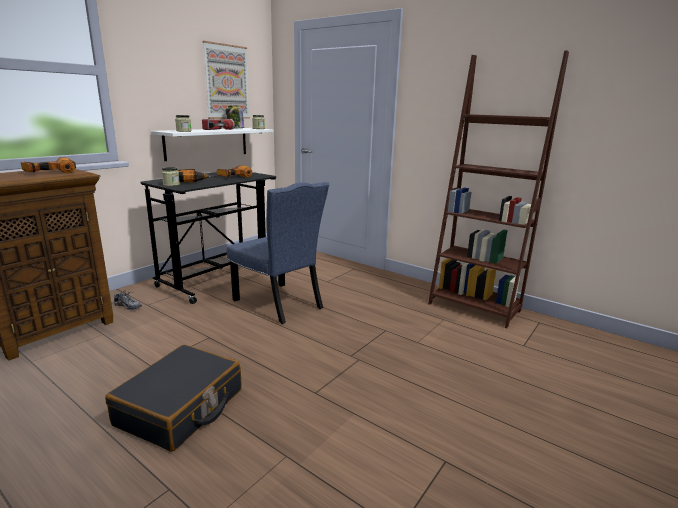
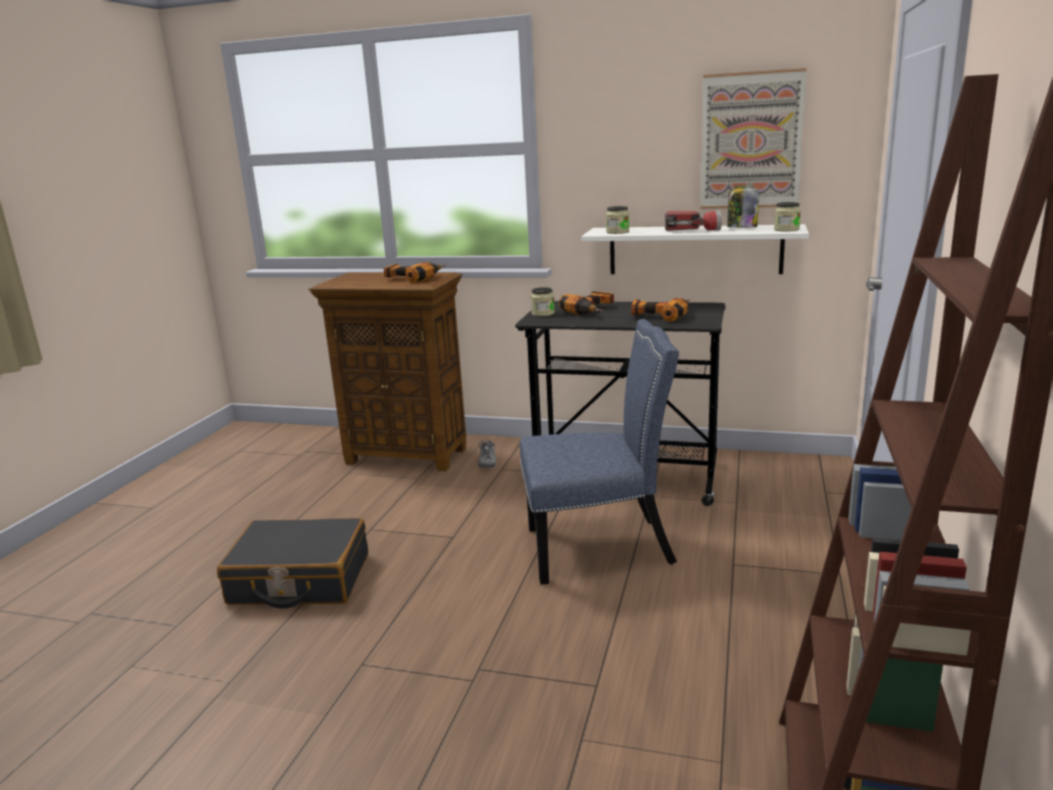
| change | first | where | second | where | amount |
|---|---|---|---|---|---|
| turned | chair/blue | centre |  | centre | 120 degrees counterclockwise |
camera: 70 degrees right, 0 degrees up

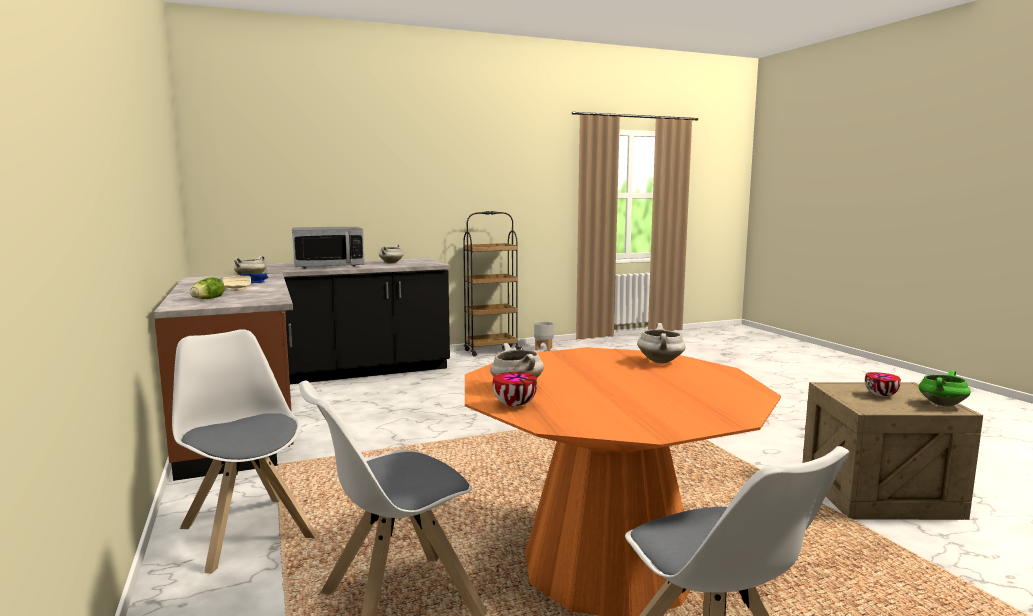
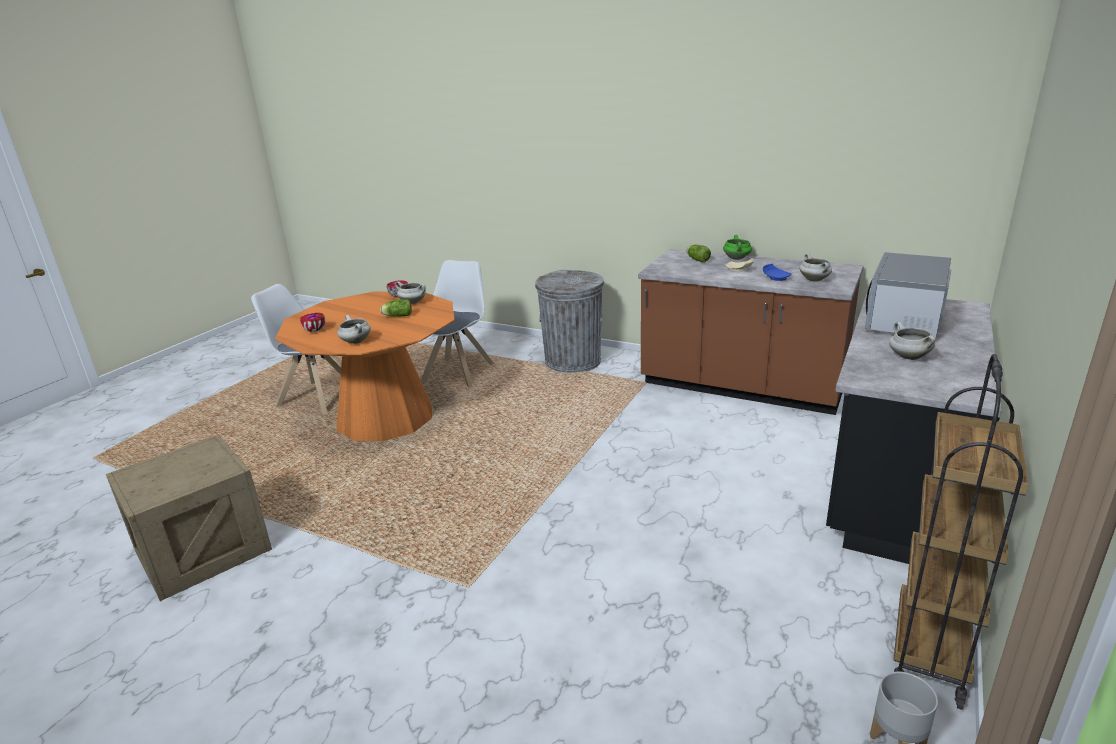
| change | first | where | second | where | amount |
|---|---|---|---|---|---|
| replaced | chair (1st from left) | bottom left | trash can/grey | centre |  |
| moved | cooking pot/green | middle right |  | top centre |  |
| moved | bowl (2nd from left in the first image) | middle right | bowl (1st from left) | middle left |  |
| added |  |  | lettuce (1st from left) | centre |  |
camera: 140 degrees right, 15 degrees up

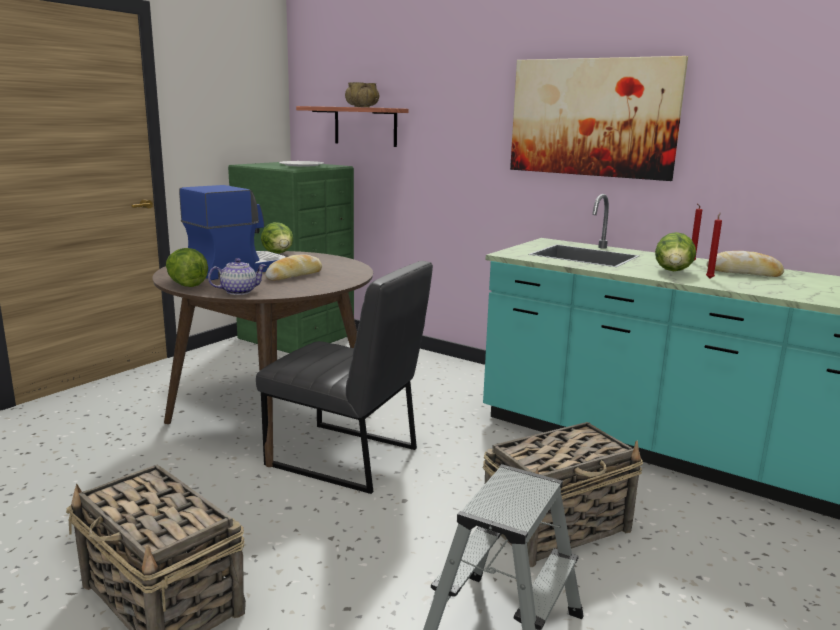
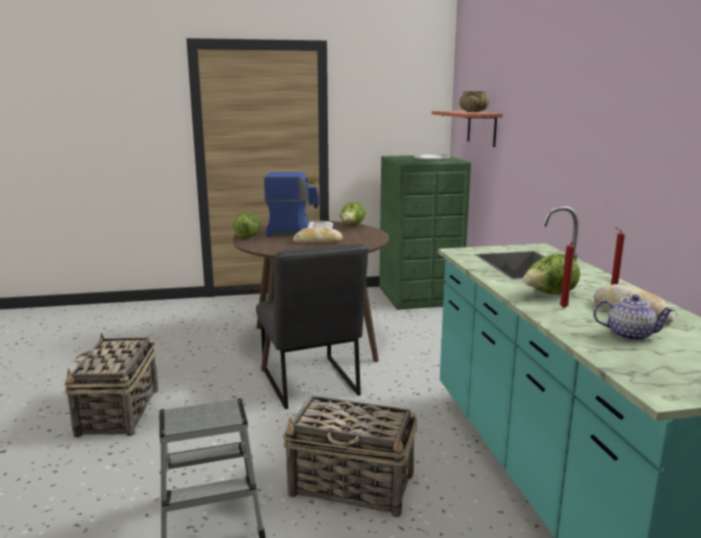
| change | first | where | second | where | amount |
|---|---|---|---|---|---|
| removed | picture | top right |  |  |  |
| moved | teapot | middle left |  | middle right |  |
camera: 45 degrees right, 0 degrees up

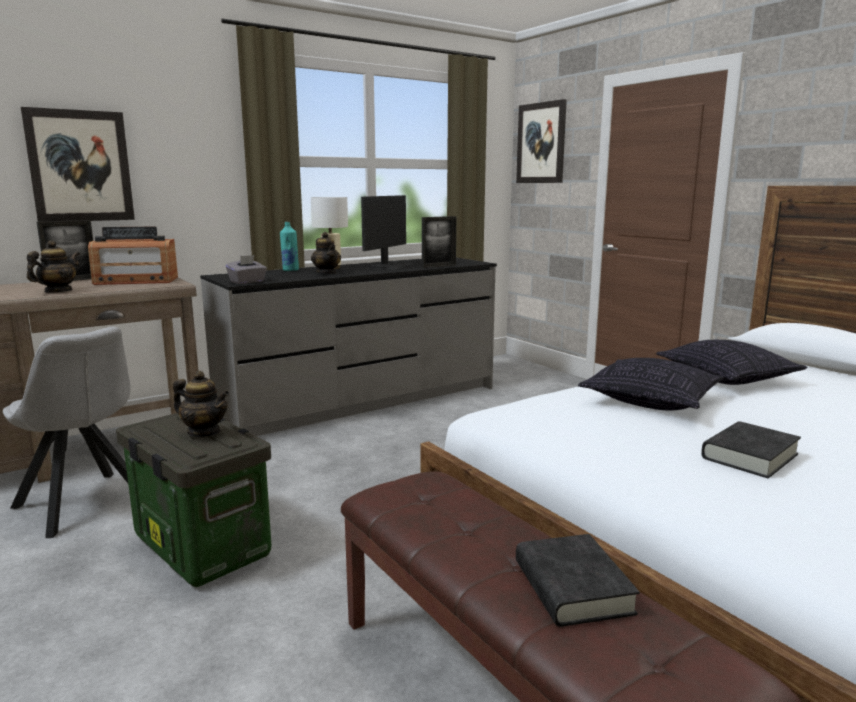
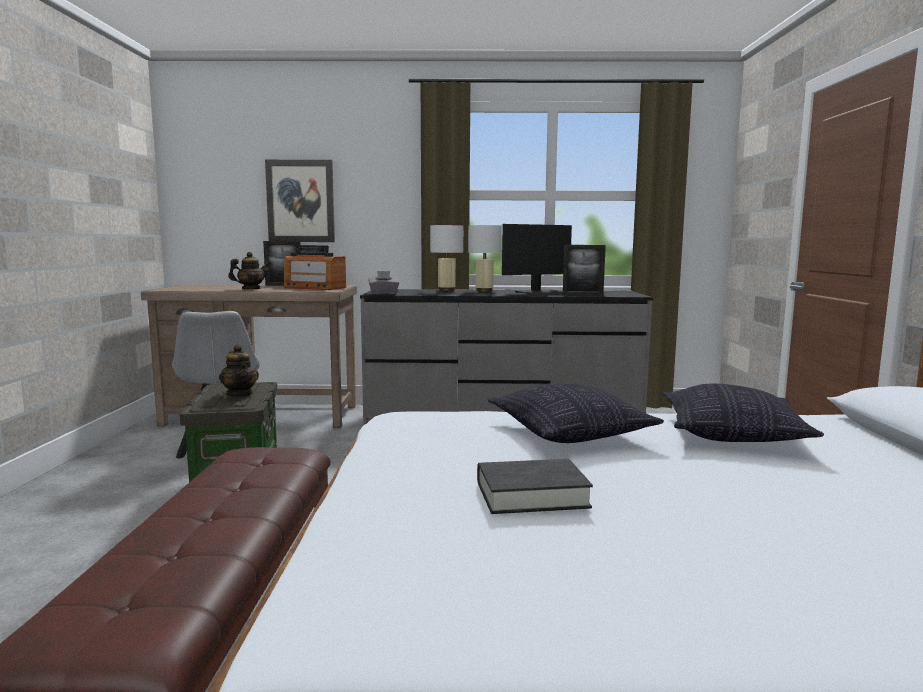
| change | first | where | second | where | amount |
|---|---|---|---|---|---|
| removed | picture (2nd from left) | top centre |  |  |  |
| replaced | bottle/turquoise | centre | table lamp/white (1st from left) | centre |  |
| removed | teapot (3rd from left) | centre |  |  |  |
| removed | book/black (1st from left) | bottom right |  |  |  |
camera: 35 degrees right, 5 degrees down

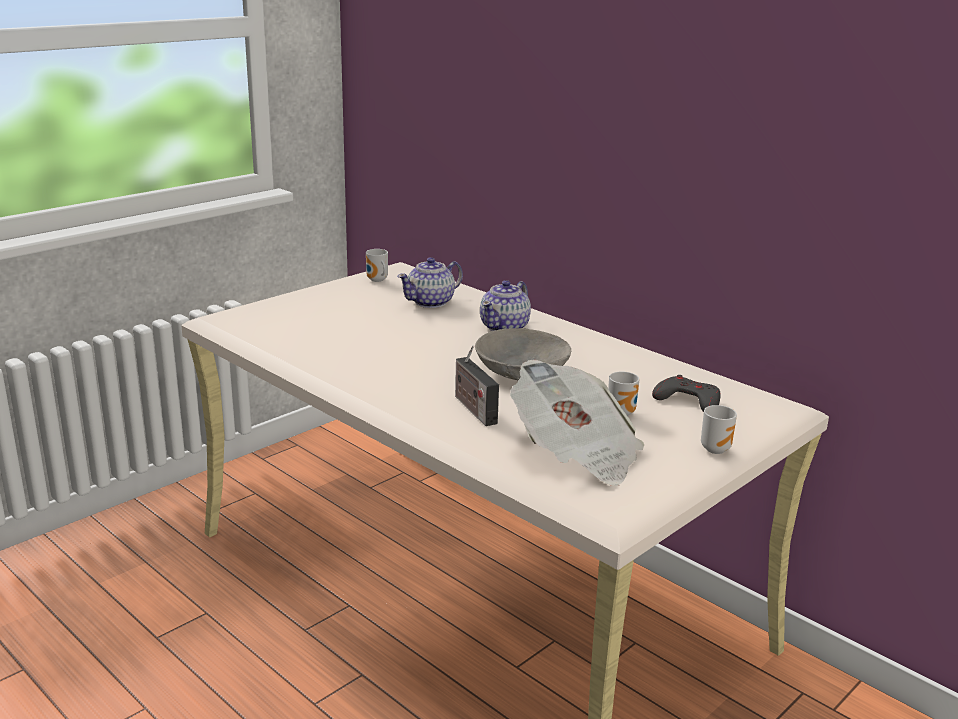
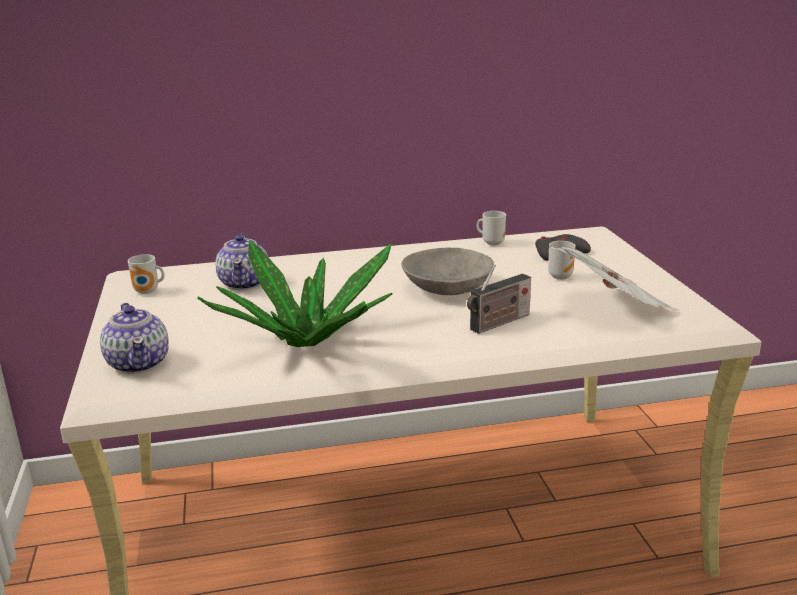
| change | first | where | second | where | amount |
|---|---|---|---|---|---|
| moved | teapot (2nd from left in the first image) | centre | teapot (1st from left) | middle left |  |
| turned | radio | centre |  | centre | 45 degrees counterclockwise |
| moved | mug (3rd from left in the first image) | middle right | mug (2nd from left) | centre |  |
| added |  |  | potted plant | centre |  |
camera: 55 degrees left, 0 degrees up

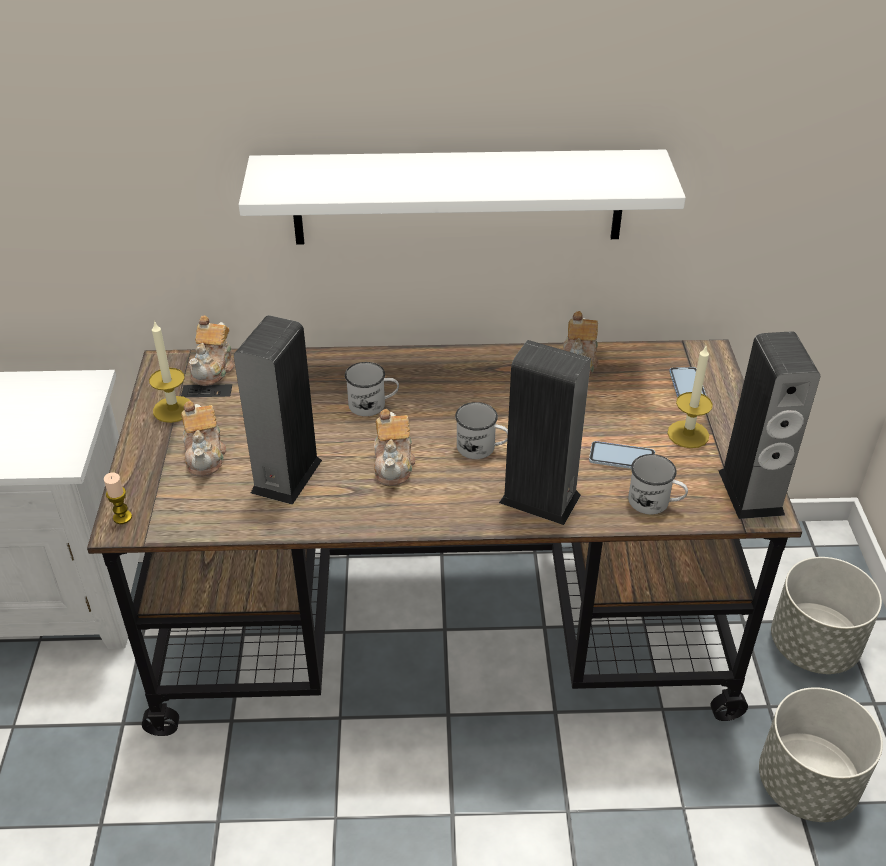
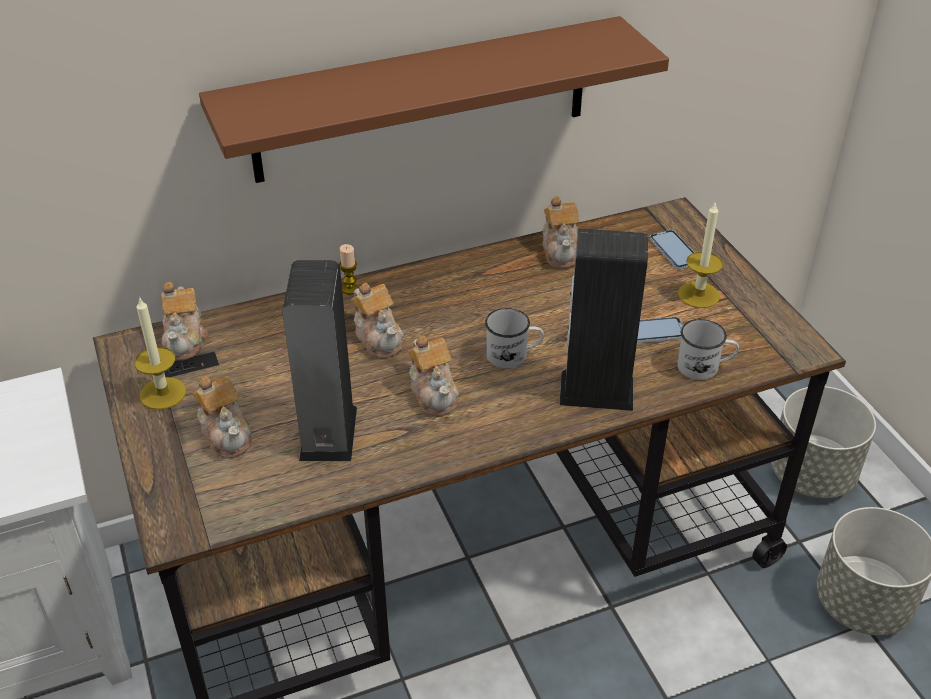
| change | first | where | second | where | amount |
|---|---|---|---|---|---|
| recoloured | shelf/white | top centre | shelf/brown | top centre |  |
| removed | speaker (3rd from left) | middle right |  |  |  |
| replaced | mug/white (1st from left) | centre | teapot (3rd from left) | centre |  |
| moved | candle (1st from left in the first image) | middle left | candle (2nd from left) | centre |  |
camera: 20 degrees left, 0 degrees up

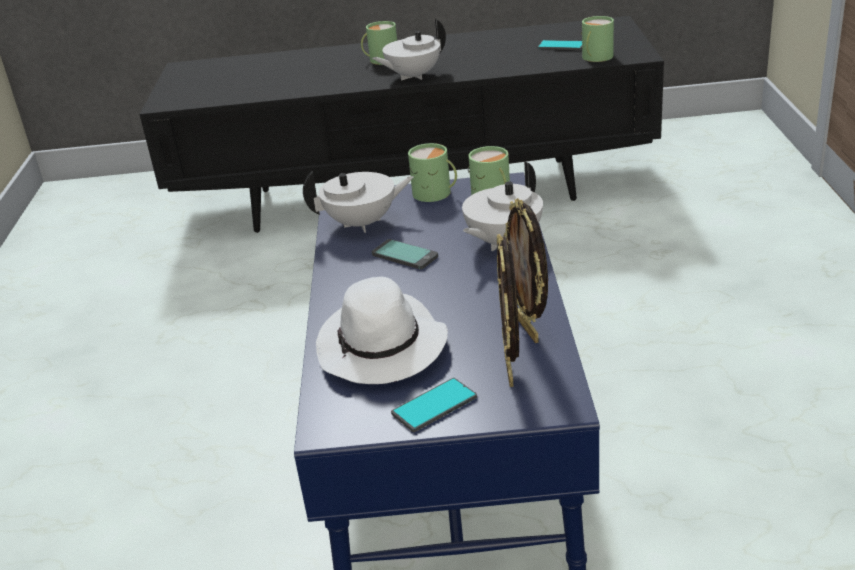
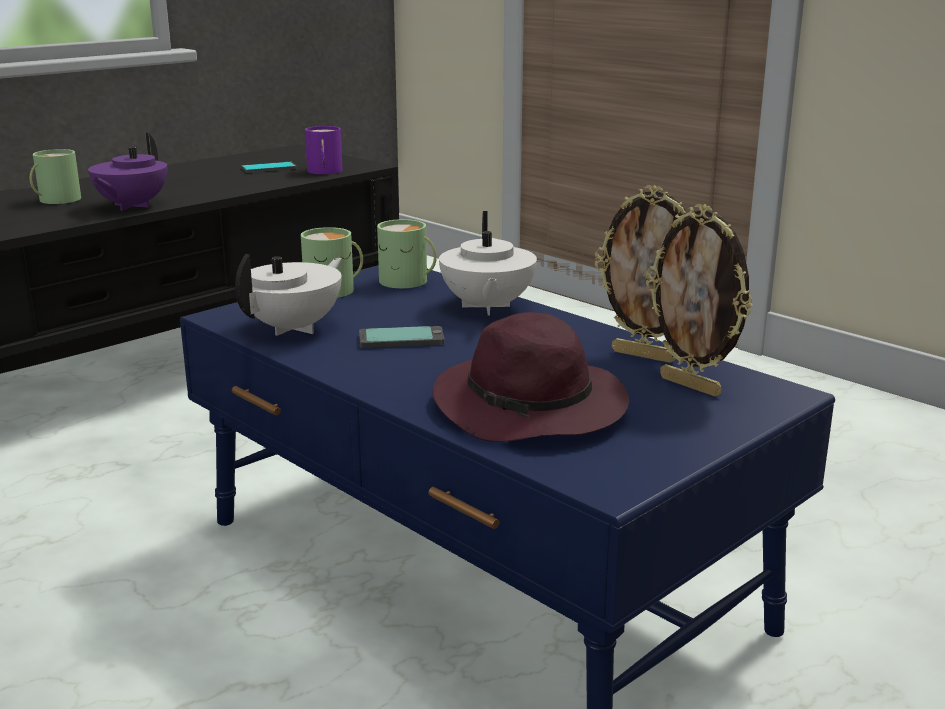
| change | first | where | second | where | amount |
|---|---|---|---|---|---|
| recoloured | mug/green (4th from left) | top right | mug/purple | top centre |  |
| recoloured | teapot/white (2nd from left) | top centre | teapot/purple | top left |  |
| recoloured | hat/white | centre | hat/purple | centre |  |
| removed | phone (2nd from left) | bottom centre |  |  |  |
camera: 45 degrees left, 10 degrees down

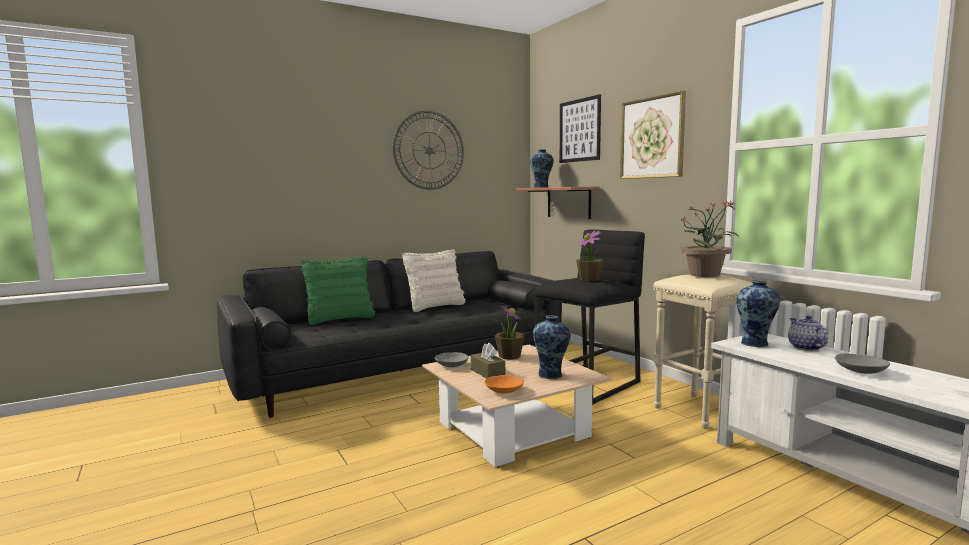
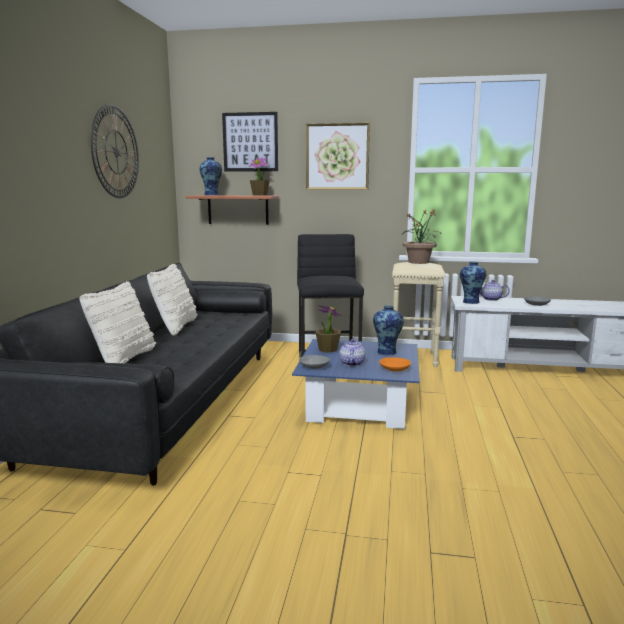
| change | first | where | second | where | amount |
|---|---|---|---|---|---|
| moved | potted plant (2nd from left in the first image) | centre | potted plant (1st from left) | top centre |  |
| recoloured | pillow/green | centre | pillow/beige (1st from left) | middle left |  |
| replaced | tissue box/brown | centre | teapot (1st from left) | centre |  |
| recoloured | coffee table/beige | bottom centre | coffee table/blue | centre |  |
camera: 50 degrees left, 5 degrees up

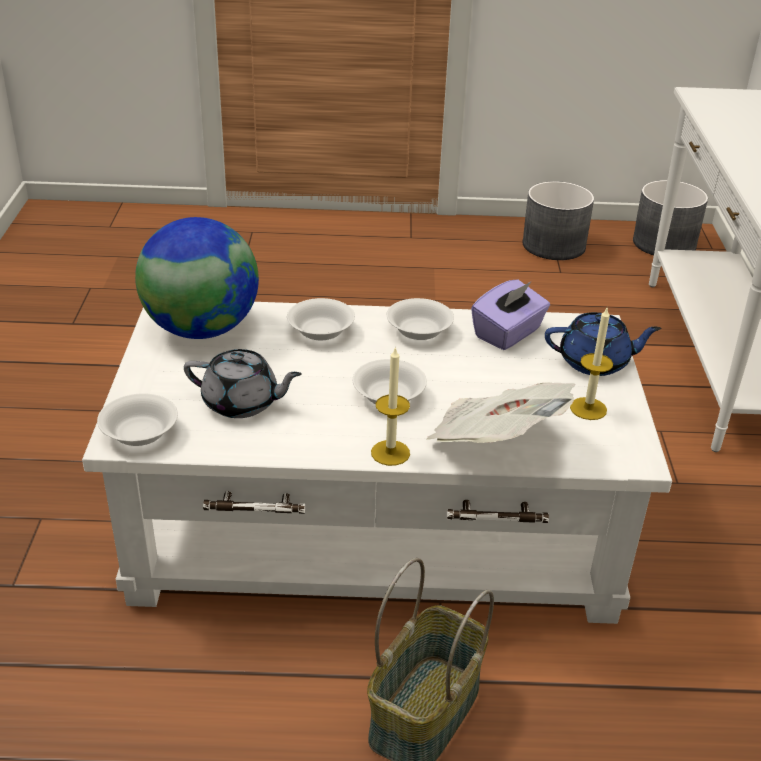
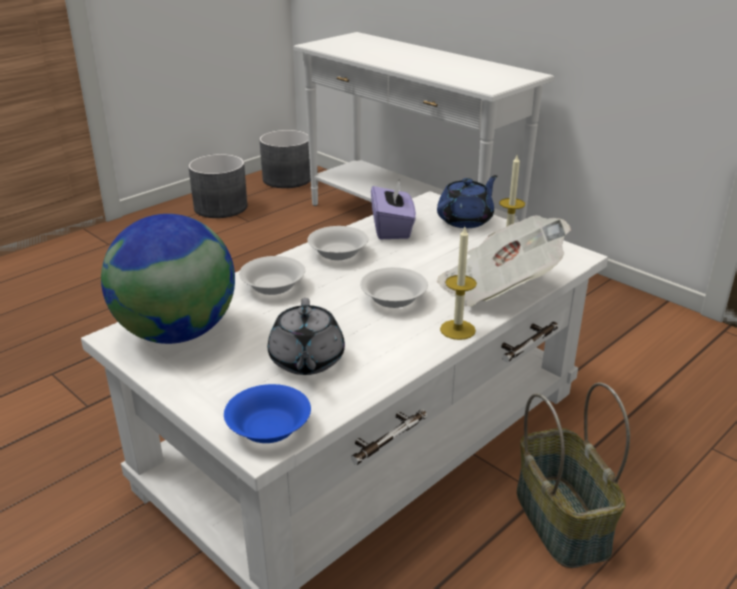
| change | first | where | second | where | amount |
|---|---|---|---|---|---|
| turned | teapot/grey | middle left |  | centre | 120 degrees clockwise |
| recoloured | bowl/white (1st from left) | middle left | bowl/blue | bottom centre |  |
camera: 45 degrees left, 5 degrees down

